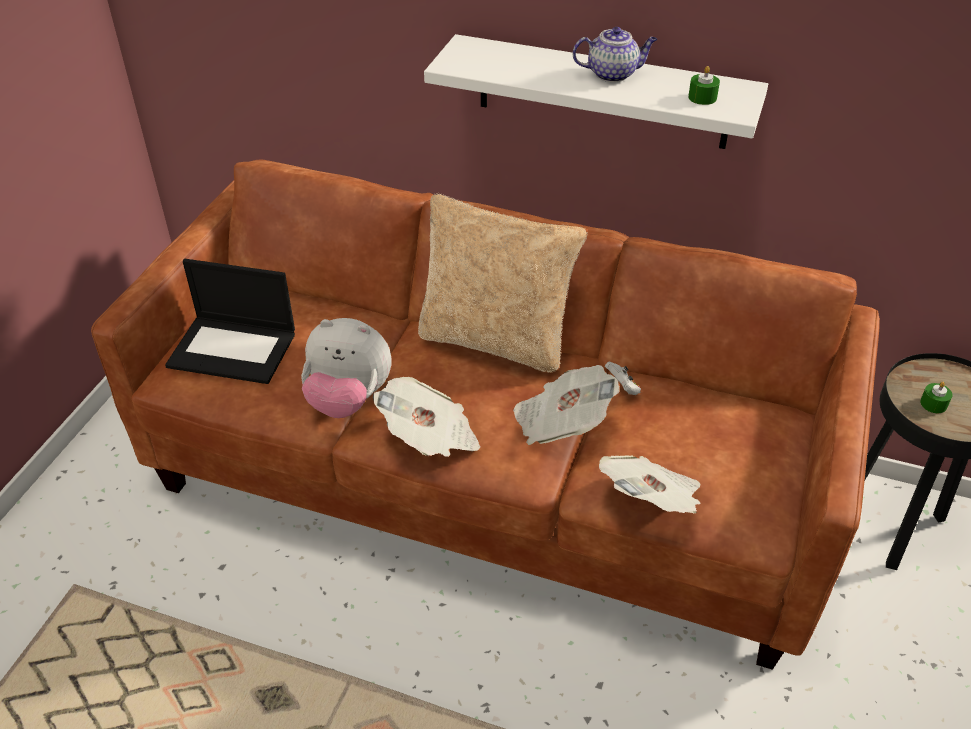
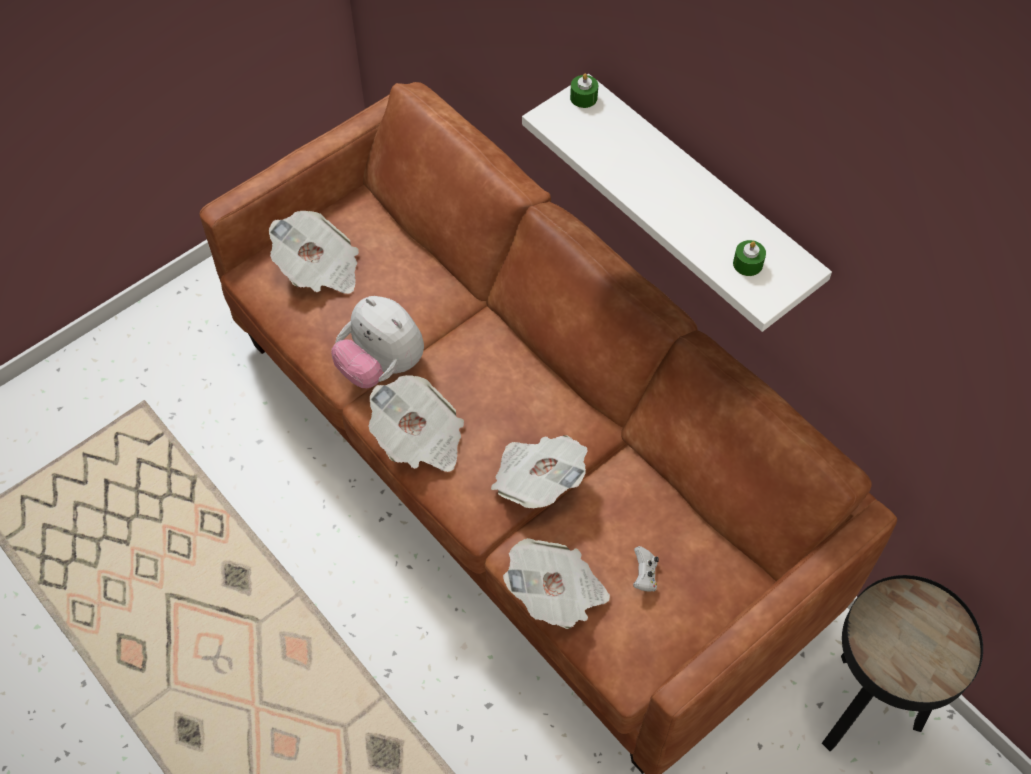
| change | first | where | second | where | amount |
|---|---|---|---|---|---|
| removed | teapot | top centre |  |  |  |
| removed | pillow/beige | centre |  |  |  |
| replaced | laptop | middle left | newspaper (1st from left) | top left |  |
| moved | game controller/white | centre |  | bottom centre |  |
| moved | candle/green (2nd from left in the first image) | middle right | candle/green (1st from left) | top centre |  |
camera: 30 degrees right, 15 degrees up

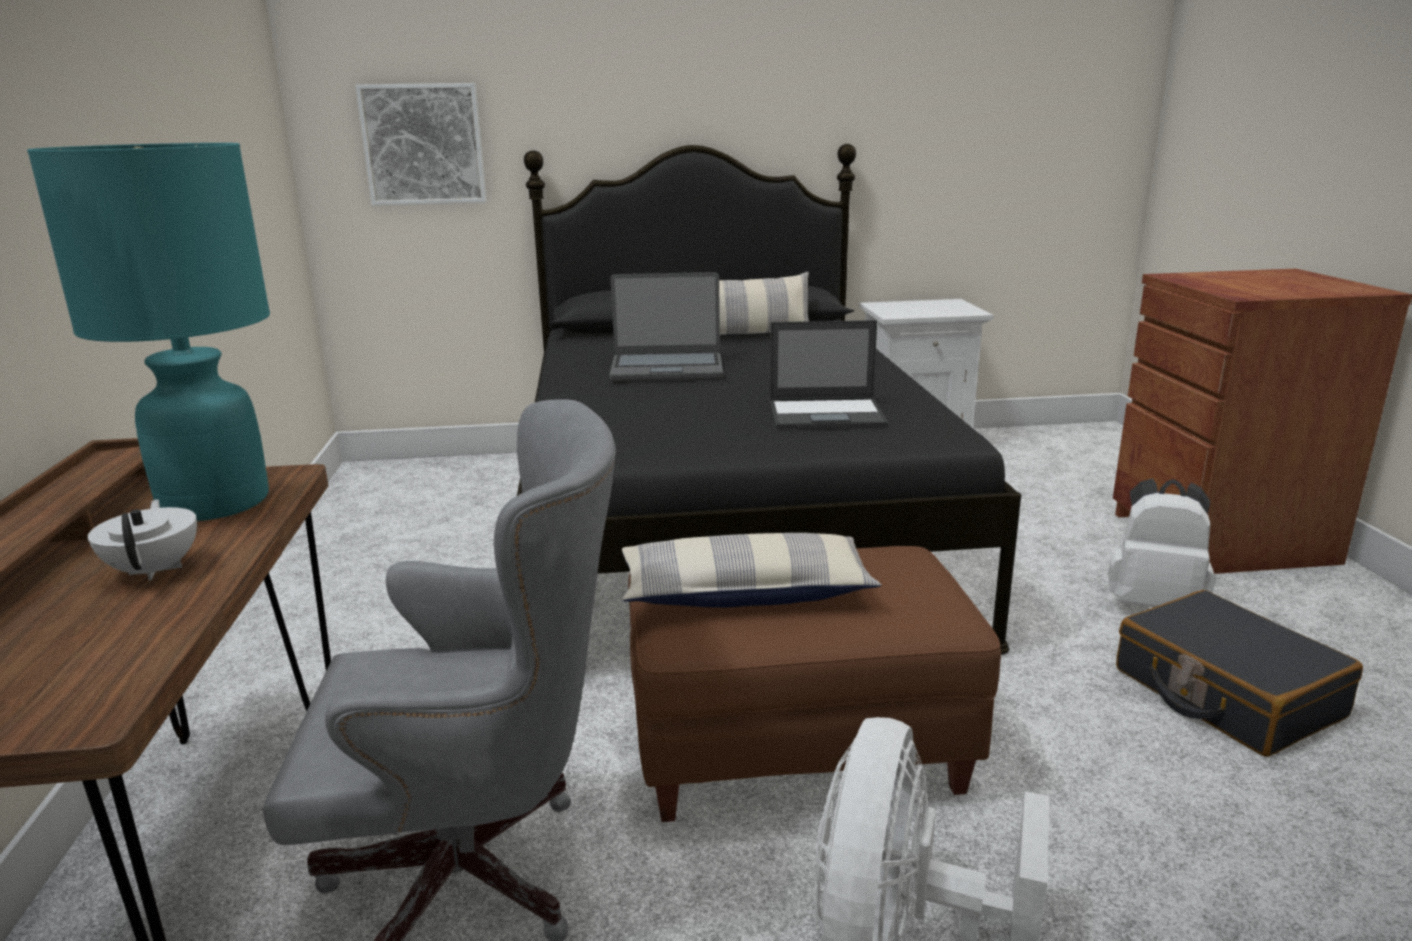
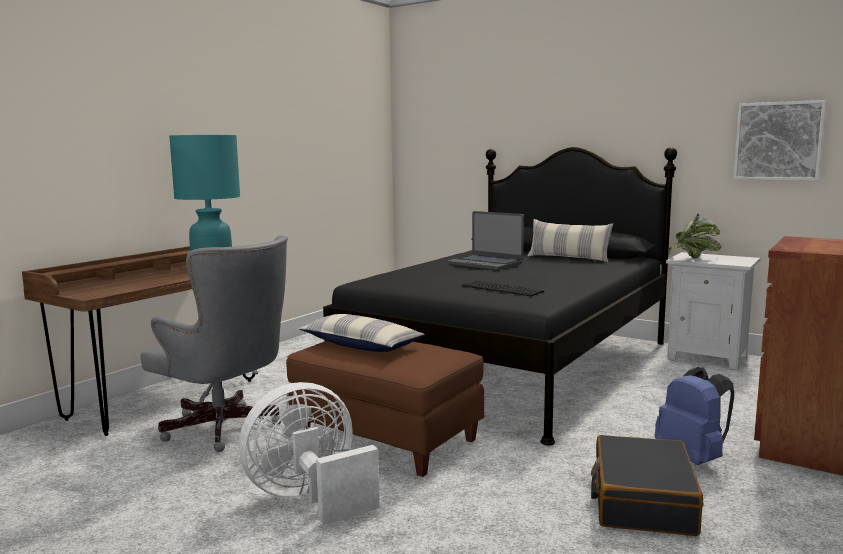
| change | first | where | second | where | amount |
|---|---|---|---|---|---|
| moved | picture | top left |  | top right |  |
| replaced | laptop (2nd from left) | centre | keyboard | centre |  |
| recoloured | backpack/white | middle right | backpack/blue | bottom right |  |
| removed | teapot/white | middle left |  |  |  |
| added |  |  | potted plant | middle right |  |
camera: 40 degrees right, 10 degrees down

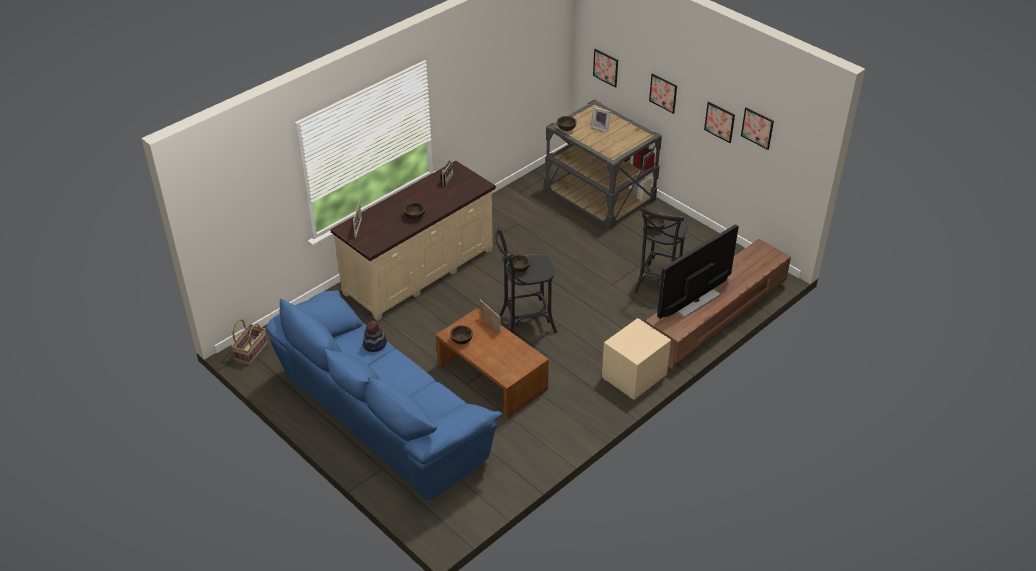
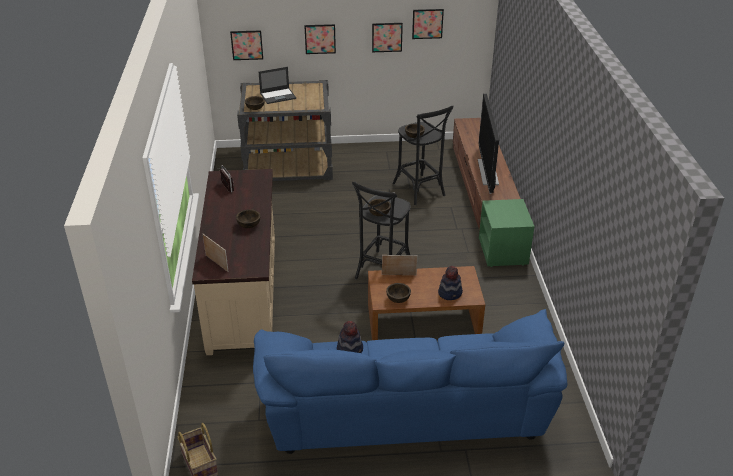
| change | first | where | second | where | amount |
|---|---|---|---|---|---|
| replaced | picture frame (3rd from left) | top centre | laptop | top centre |  |
| recoloured | nightstand/beige | centre | nightstand/green | middle right |  |
| added |  |  | hat (2nd from left) | centre |  |
camera: 50 degrees left, 5 degrees down

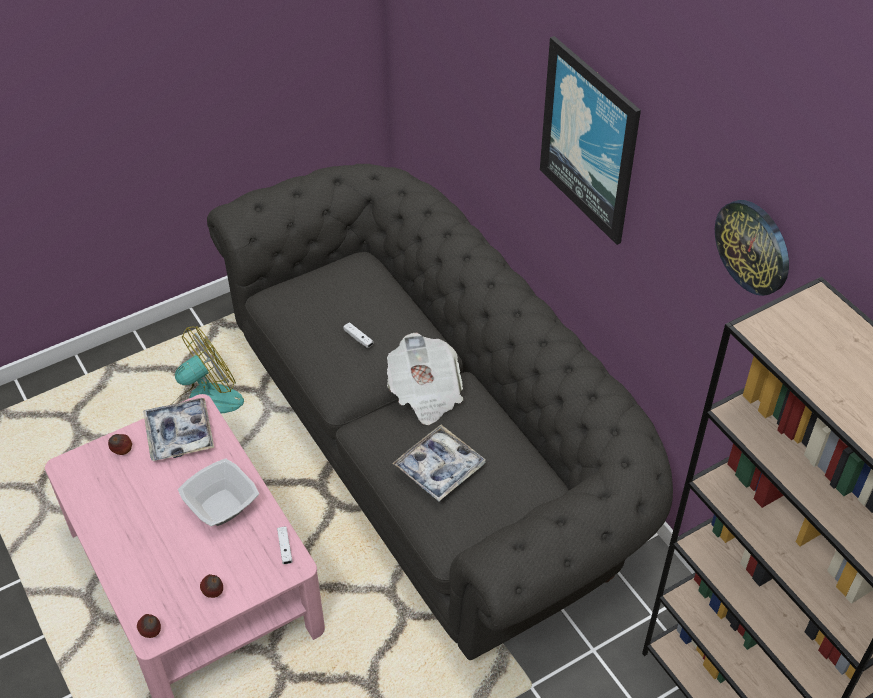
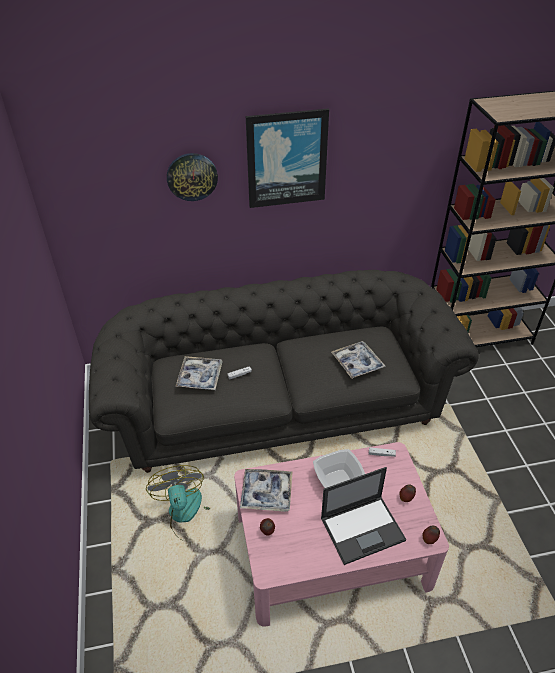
| change | first | where | second | where | amount |
|---|---|---|---|---|---|
| moved | wall clock | middle right |  | top centre |  |
| removed | newspaper | centre |  |  |  |
| added |  |  | tray (1st from left) | centre |  |
| added |  |  | laptop | bottom centre |  |
camera: 70 degrees left, 5 degrees down

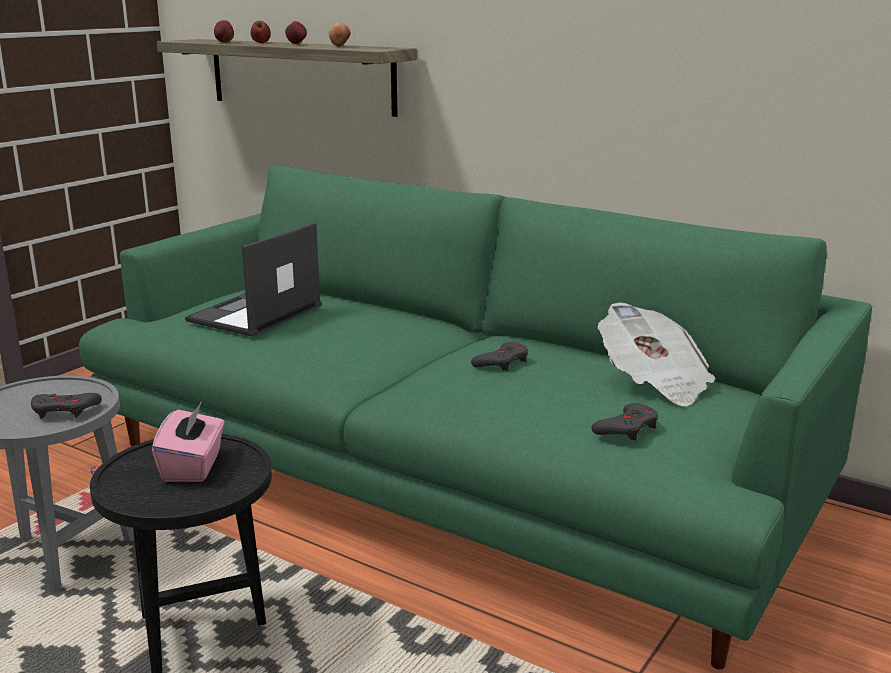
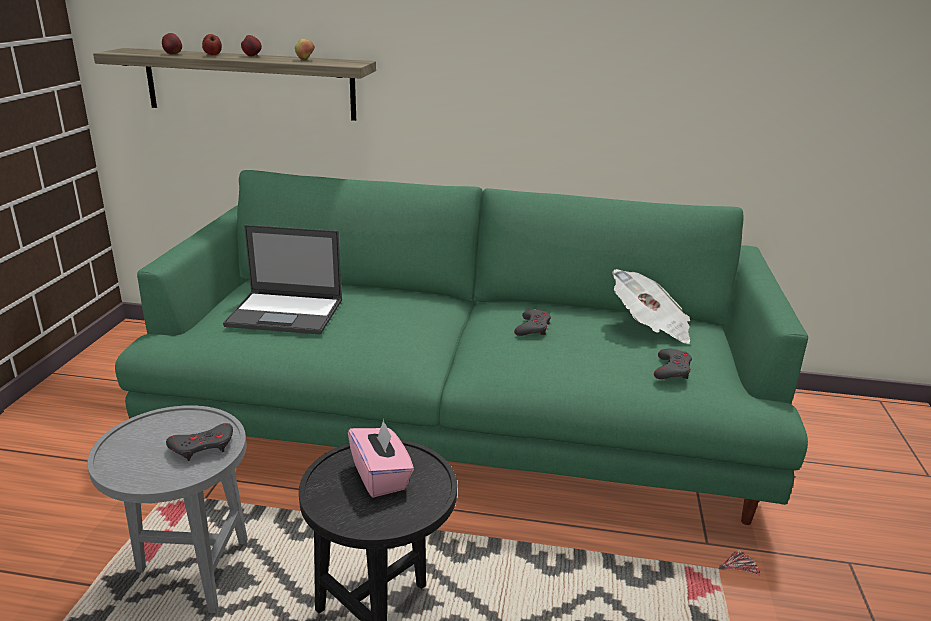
| change | first | where | second | where | amount |
|---|---|---|---|---|---|
| turned | laptop | middle left |  | middle left | 90 degrees counterclockwise |
camera: 25 degrees left, 5 degrees up

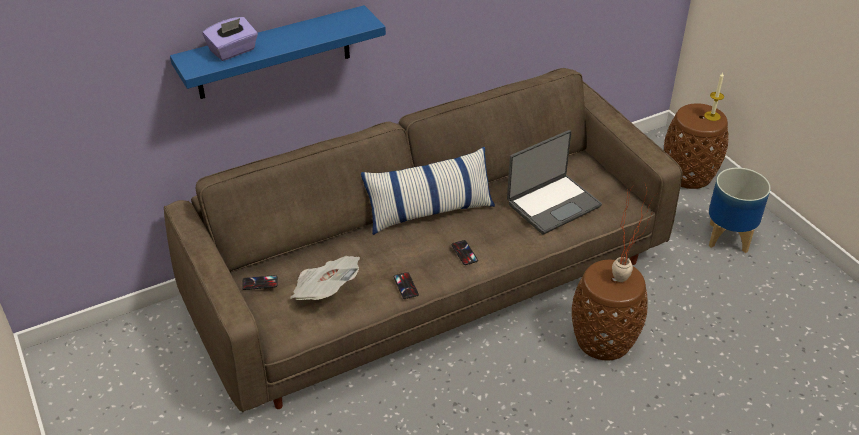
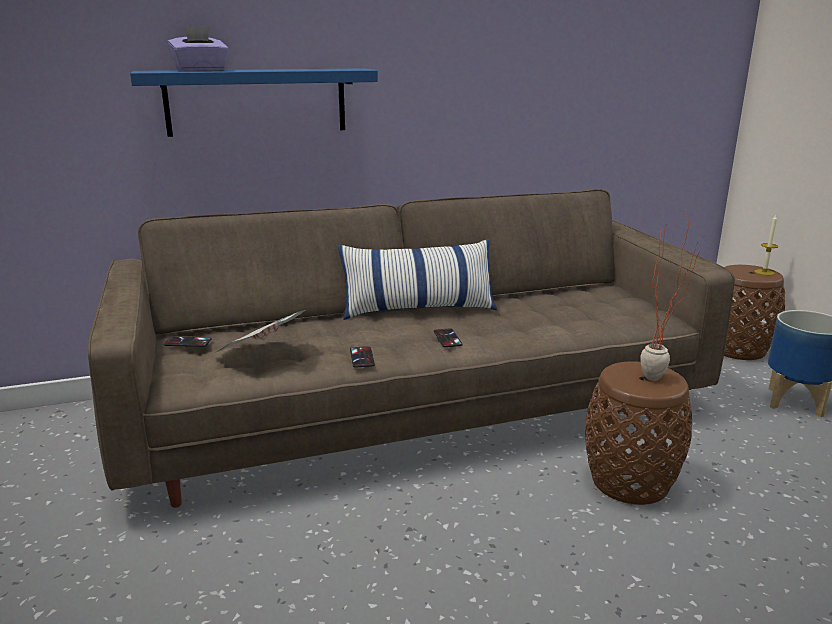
| change | first | where | second | where | amount |
|---|---|---|---|---|---|
| removed | laptop | centre |  |  |  |
camera: 10 degrees right, 20 degrees down

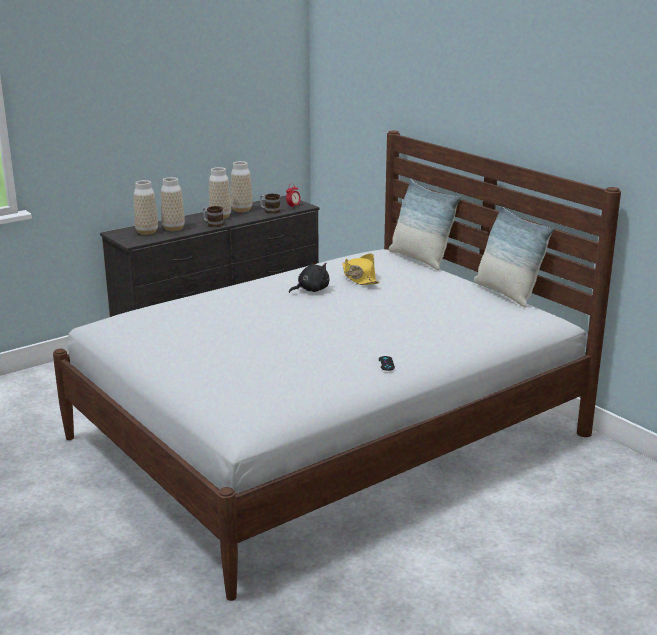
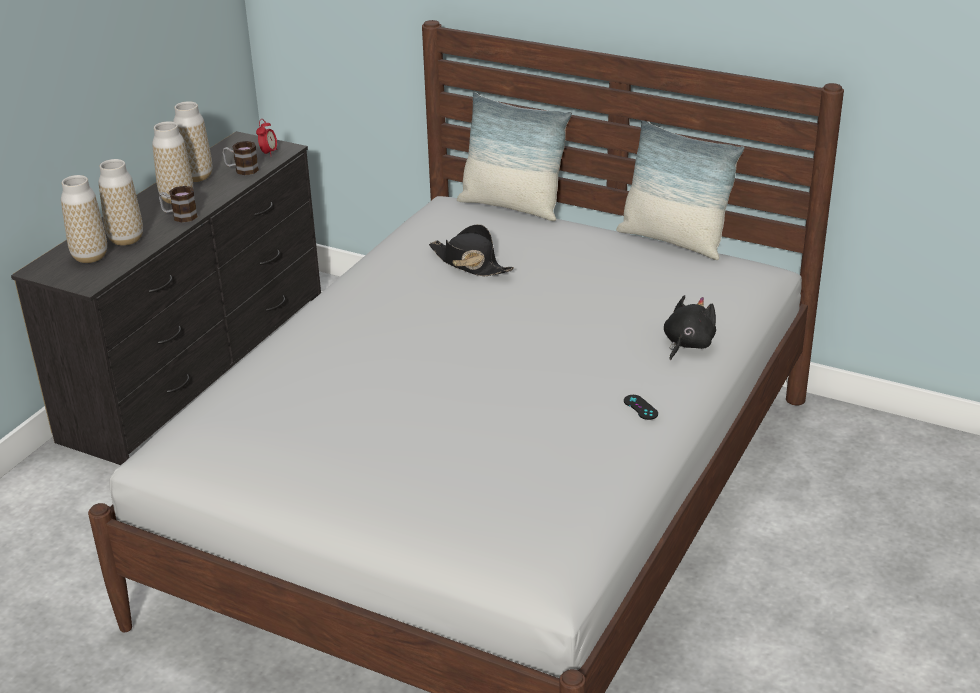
| change | first | where | second | where | amount |
|---|---|---|---|---|---|
| recoloured | hat/yellow | centre | hat/black | centre |  |
| moved | plush toy/black | centre |  | middle right |  |
camera: 25 degrees left, 10 degrees up

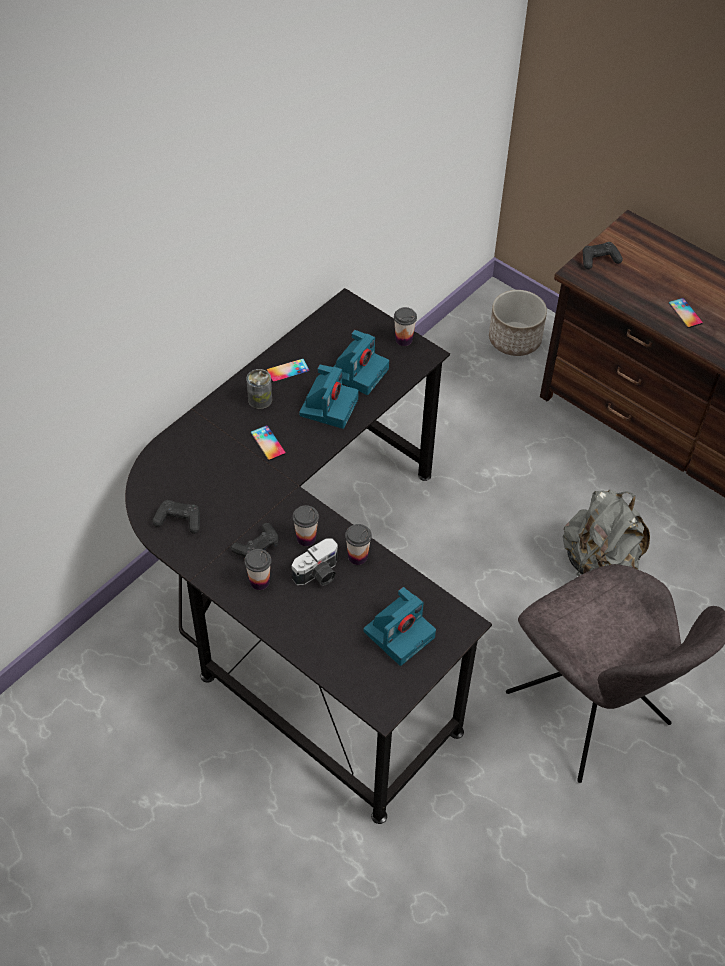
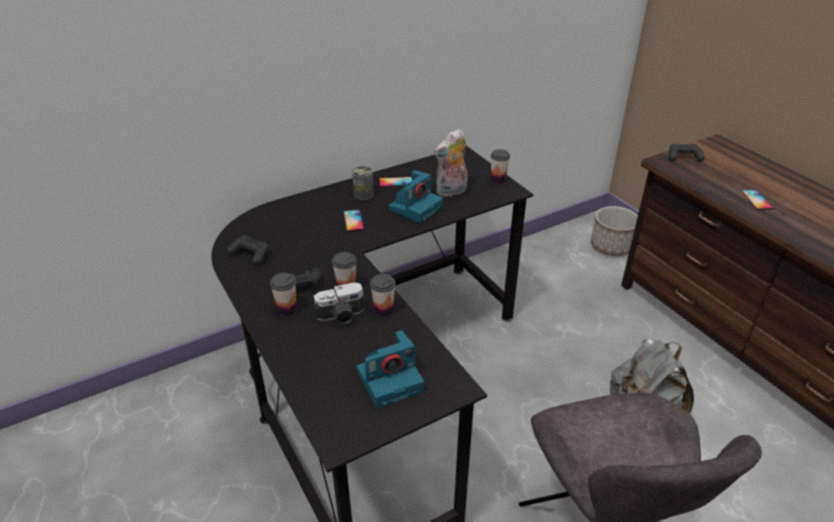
| change | first | where | second | where | amount |
|---|---|---|---|---|---|
| replaced | photo camera (3rd from left) | centre | plush toy | top centre |  |
camera: 20 degrees right, 15 degrees down

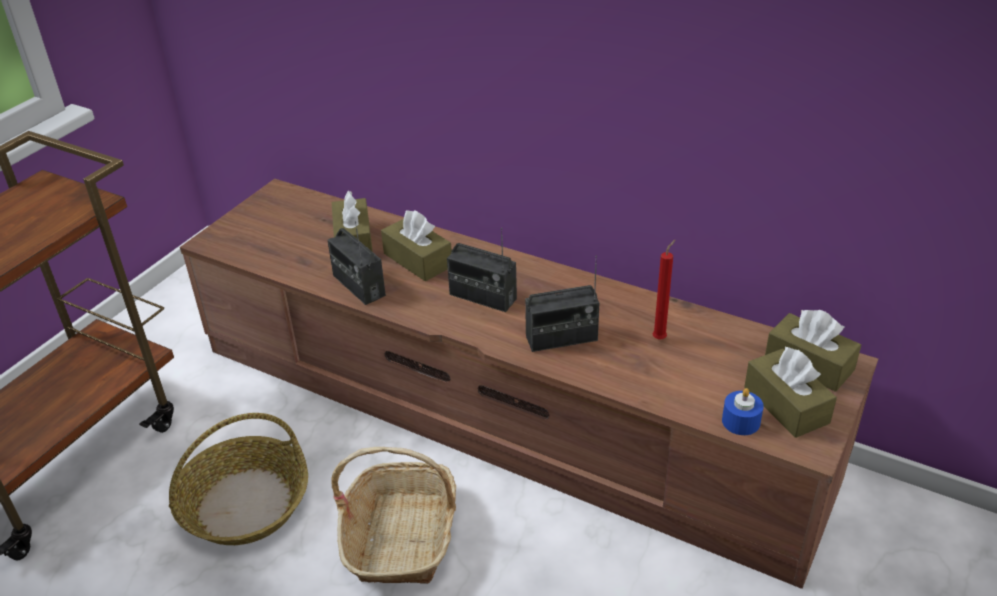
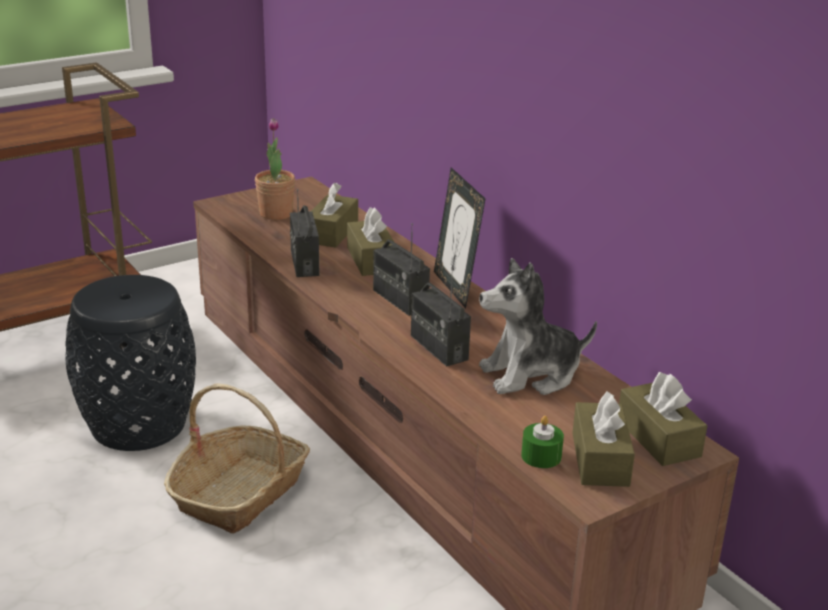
| change | first | where | second | where | amount |
|---|---|---|---|---|---|
| replaced | candle/red | centre | plush toy | centre |  |
| turned | radio (3rd from left) | centre |  | centre | 45 degrees clockwise |
| recoloured | candle/blue | bottom right | candle/green | bottom centre |  |
| replaced | basket (1st from left) | bottom left | stool/black | middle left |  |
| added |  |  | potted plant | top left |  |
| added |  |  | picture frame | centre |  |
camera: 25 degrees right, 10 degrees down

